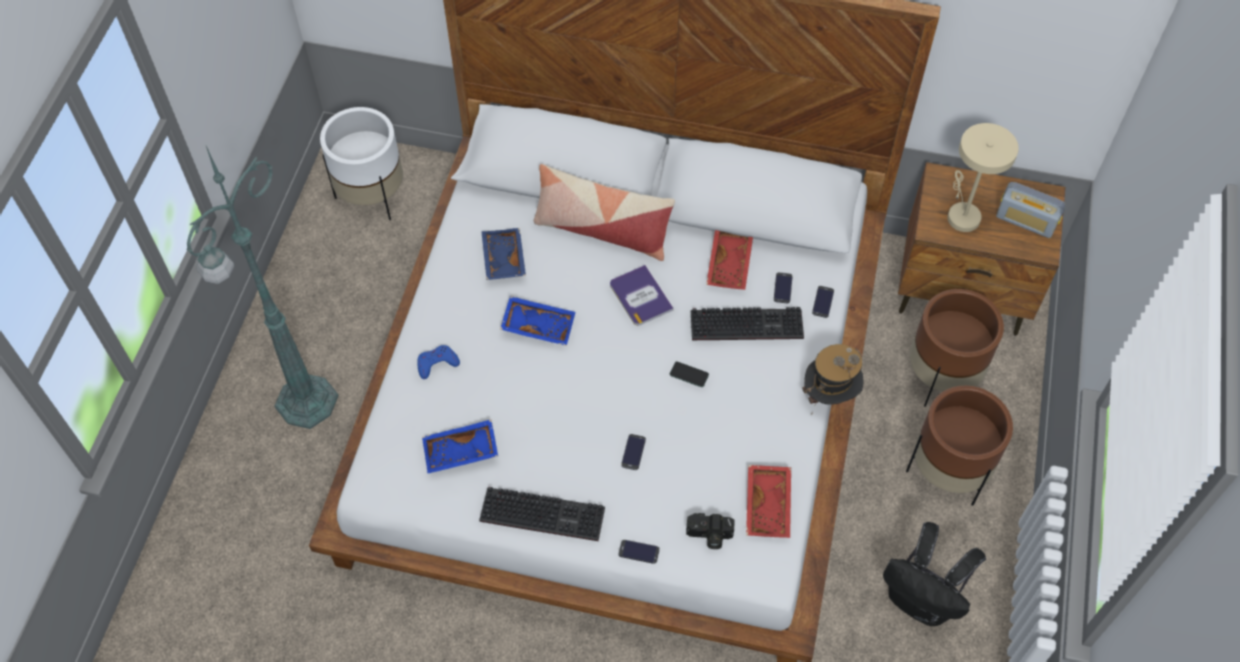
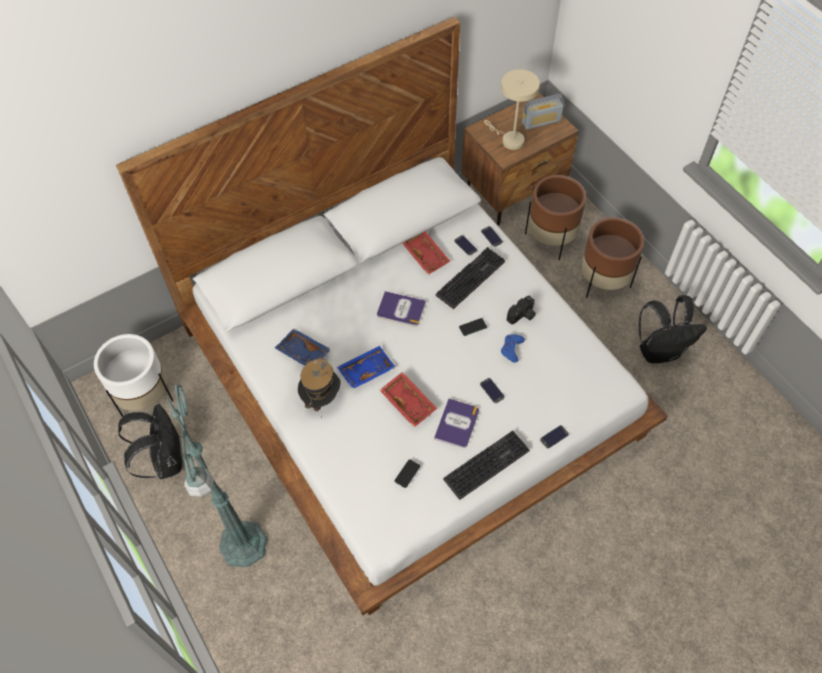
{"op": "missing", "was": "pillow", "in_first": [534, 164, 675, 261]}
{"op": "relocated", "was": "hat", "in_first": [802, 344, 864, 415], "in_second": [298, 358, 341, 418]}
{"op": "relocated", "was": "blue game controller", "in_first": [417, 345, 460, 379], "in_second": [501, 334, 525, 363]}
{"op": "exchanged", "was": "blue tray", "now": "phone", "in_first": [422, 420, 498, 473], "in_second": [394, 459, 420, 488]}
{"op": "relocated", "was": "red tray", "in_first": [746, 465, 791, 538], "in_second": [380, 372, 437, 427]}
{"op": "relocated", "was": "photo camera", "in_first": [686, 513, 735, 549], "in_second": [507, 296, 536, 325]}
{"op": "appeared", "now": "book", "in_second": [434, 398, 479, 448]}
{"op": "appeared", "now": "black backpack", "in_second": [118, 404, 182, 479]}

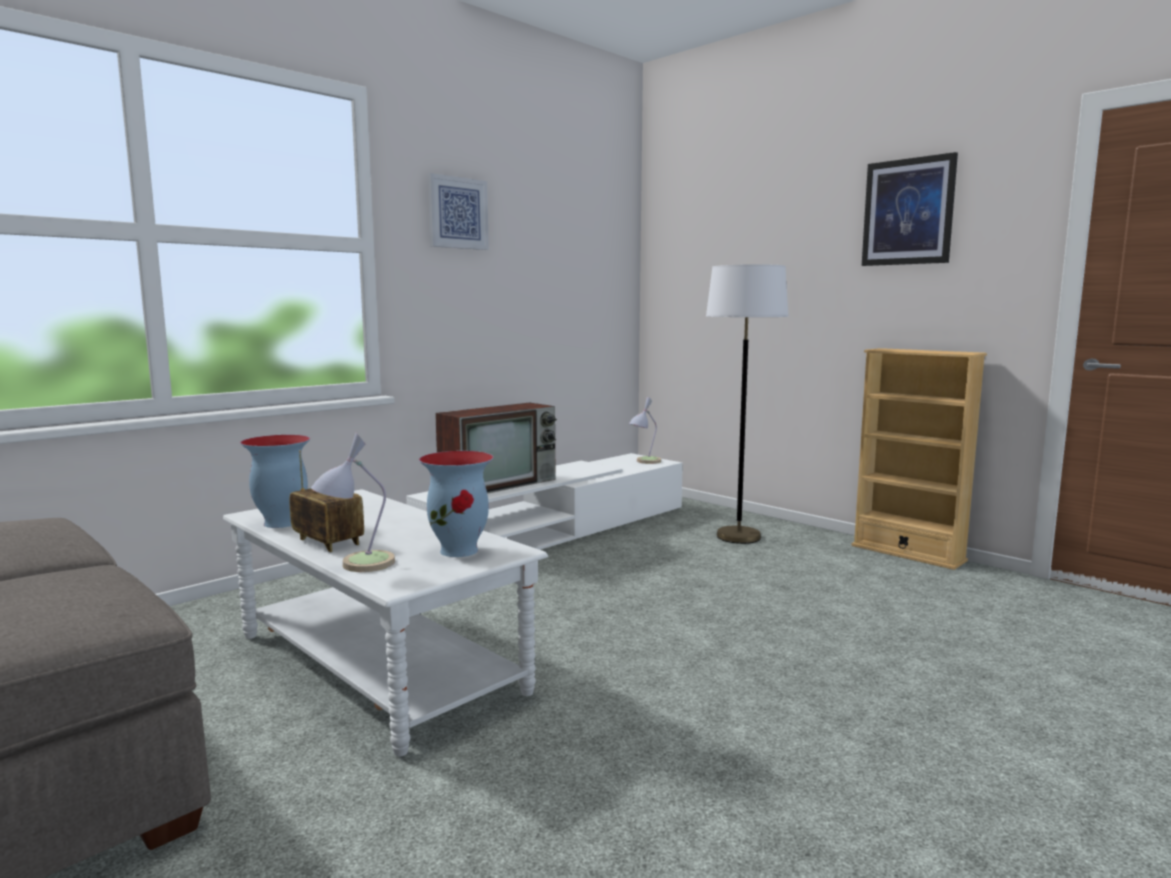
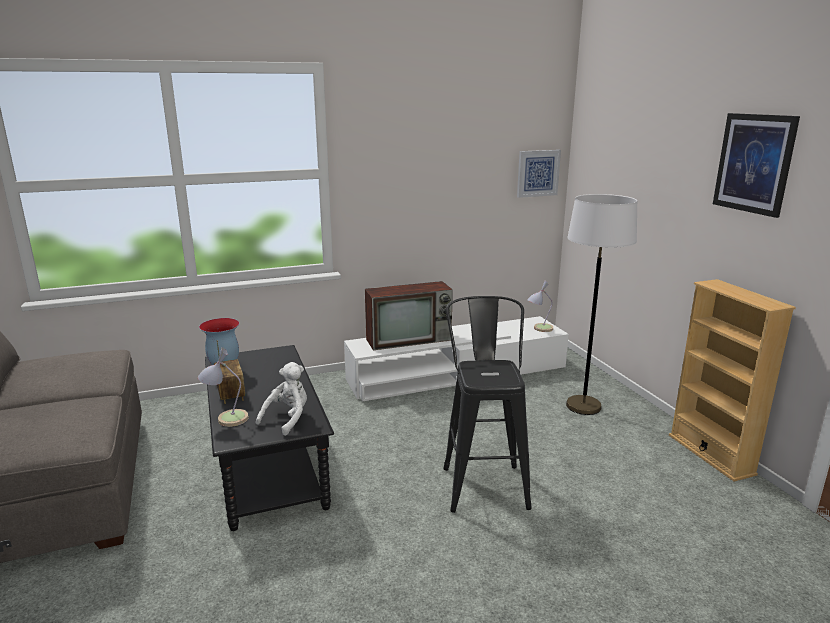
{"op": "relocated", "was": "picture", "in_first": [427, 173, 489, 250], "in_second": [517, 150, 561, 198]}
{"op": "exchanged", "was": "vase", "now": "white plush toy", "in_first": [419, 451, 493, 557], "in_second": [256, 362, 307, 436]}
{"op": "colour", "was": "white coffee table", "now": "black coffee table", "in_first": [223, 489, 548, 756], "in_second": [205, 345, 334, 531]}
{"op": "appeared", "now": "black stool", "in_second": [443, 296, 532, 513]}

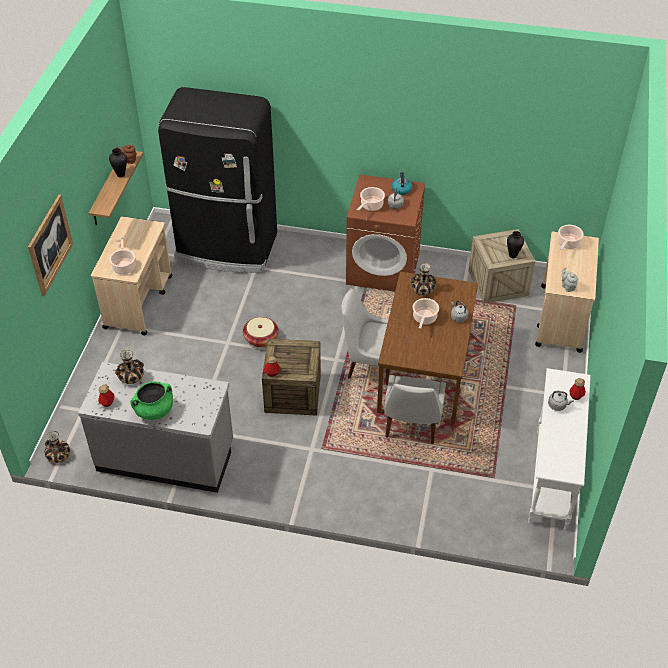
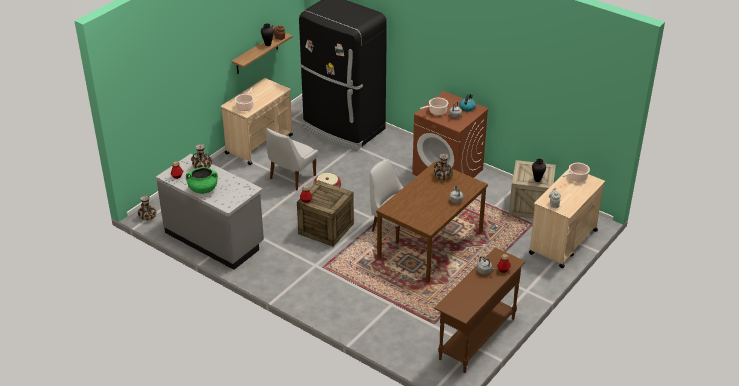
{"op": "missing", "was": "picture", "in_first": [28, 195, 73, 296]}
{"op": "missing", "was": "cooking pot", "in_first": [413, 298, 439, 329]}
{"op": "colour", "was": "white console table", "now": "brown console table", "in_first": [528, 368, 591, 530], "in_second": [434, 247, 526, 373]}
{"op": "relocated", "was": "white chair", "in_first": [384, 375, 446, 444], "in_second": [266, 128, 318, 190]}

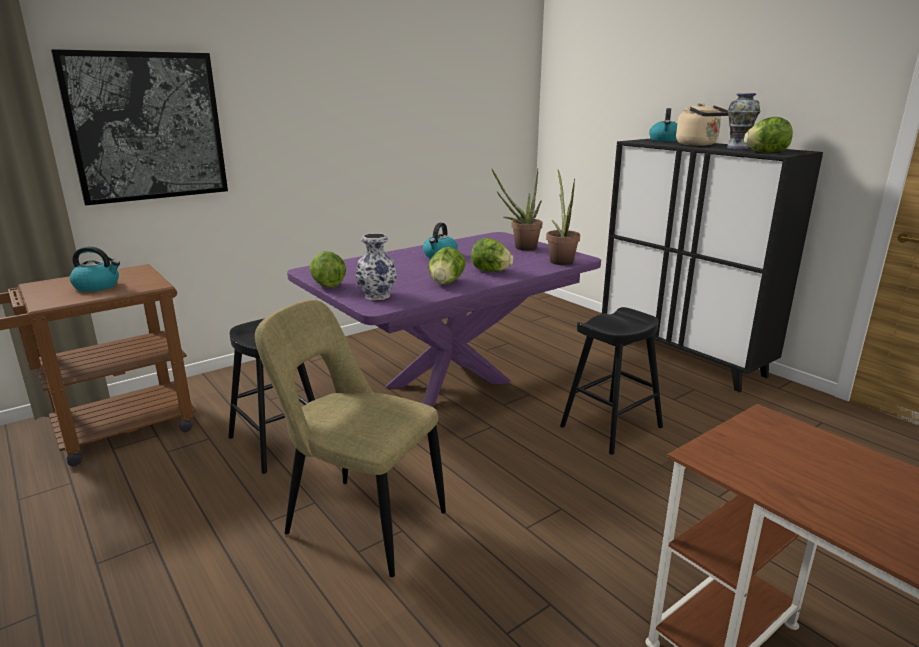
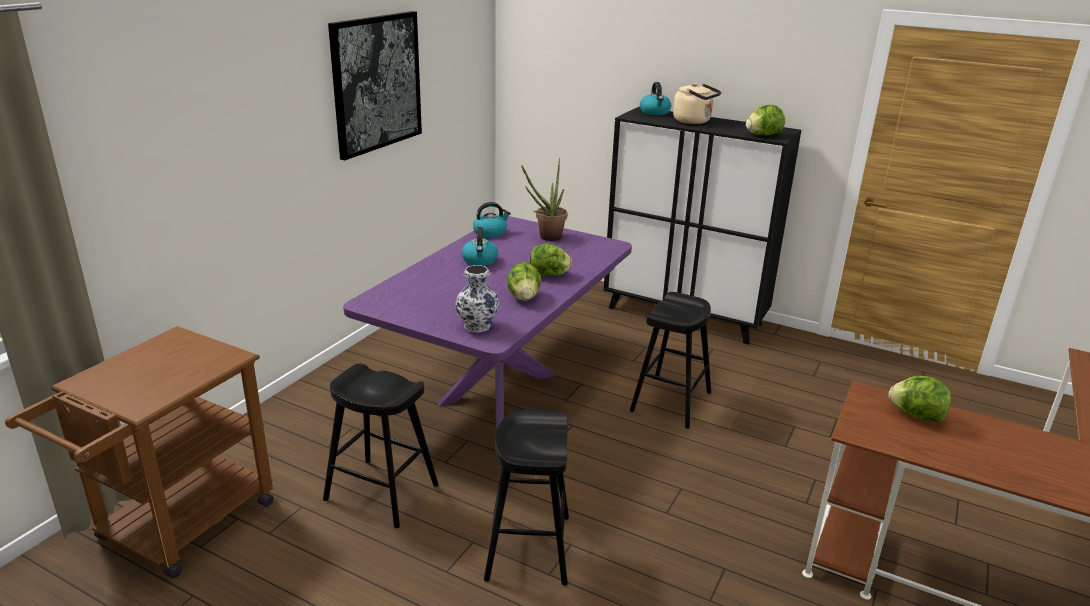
{"op": "relocated", "was": "picture", "in_first": [51, 49, 228, 205], "in_second": [328, 11, 422, 160]}
{"op": "missing", "was": "vase", "in_first": [727, 93, 760, 149]}
{"op": "missing", "was": "potted plant", "in_first": [546, 170, 580, 265]}
{"op": "relocated", "was": "kettle", "in_first": [70, 246, 120, 292], "in_second": [473, 202, 511, 238]}
{"op": "relocated", "was": "lettuce", "in_first": [310, 251, 346, 288], "in_second": [888, 376, 951, 422]}
{"op": "exchanged", "was": "beige chair", "now": "black stool", "in_first": [255, 300, 446, 577], "in_second": [484, 409, 569, 586]}

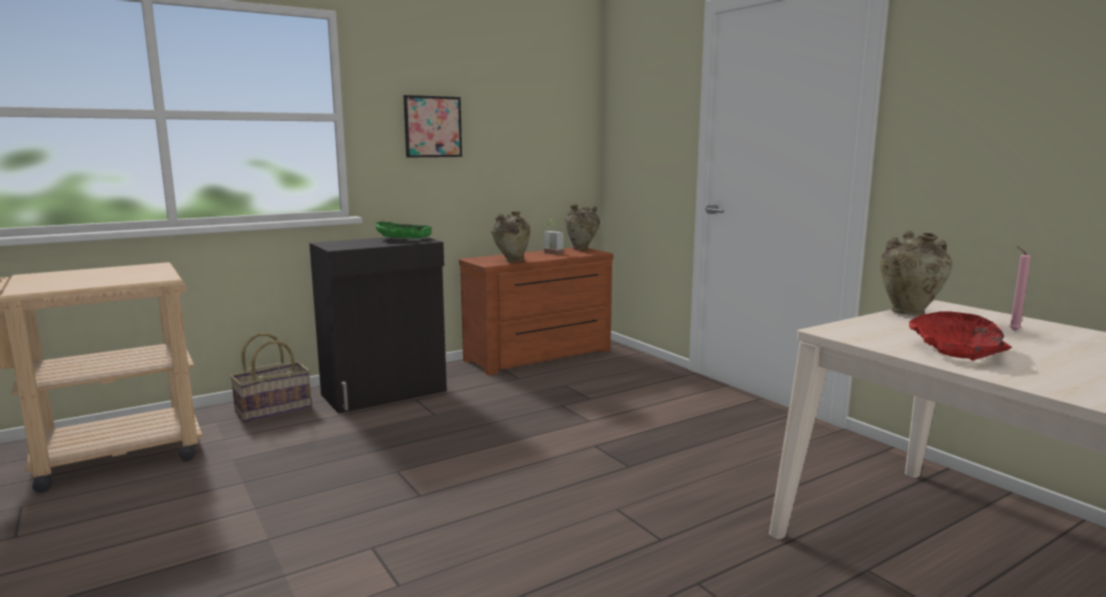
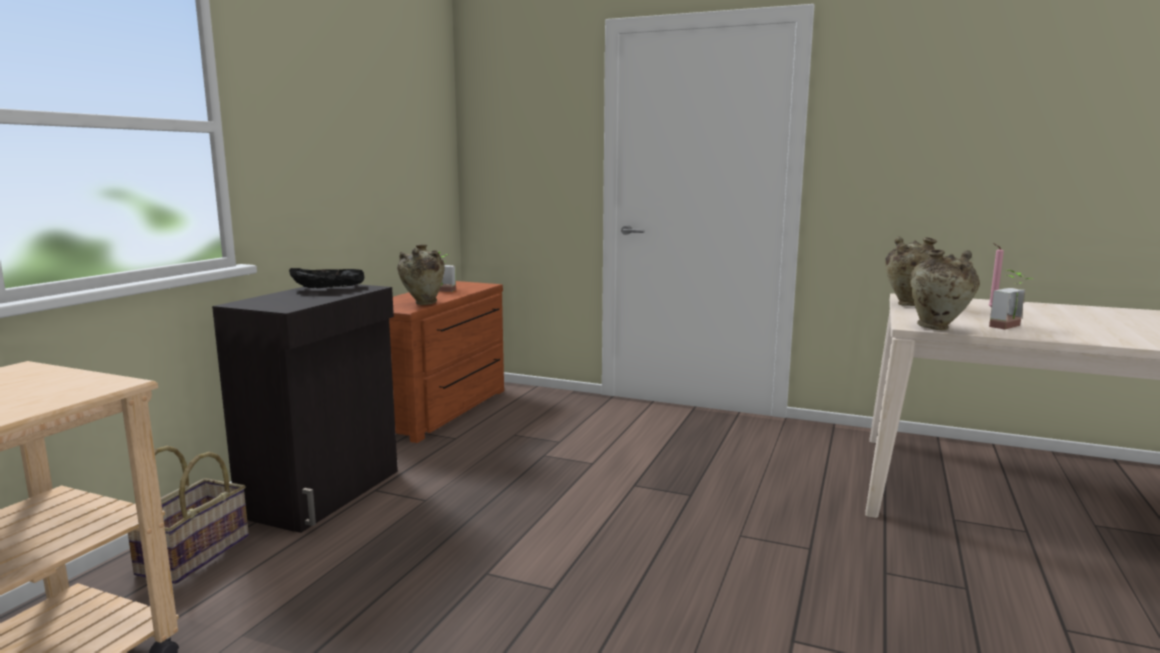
{"op": "missing", "was": "picture", "in_first": [403, 95, 462, 158]}
{"op": "relocated", "was": "beige vase", "in_first": [565, 204, 600, 250], "in_second": [910, 249, 980, 330]}
{"op": "colour", "was": "green bowl", "now": "black bowl", "in_first": [376, 222, 432, 239], "in_second": [289, 268, 364, 288]}
{"op": "exchanged", "was": "red bowl", "now": "potted plant", "in_first": [909, 311, 1012, 361], "in_second": [989, 270, 1033, 330]}

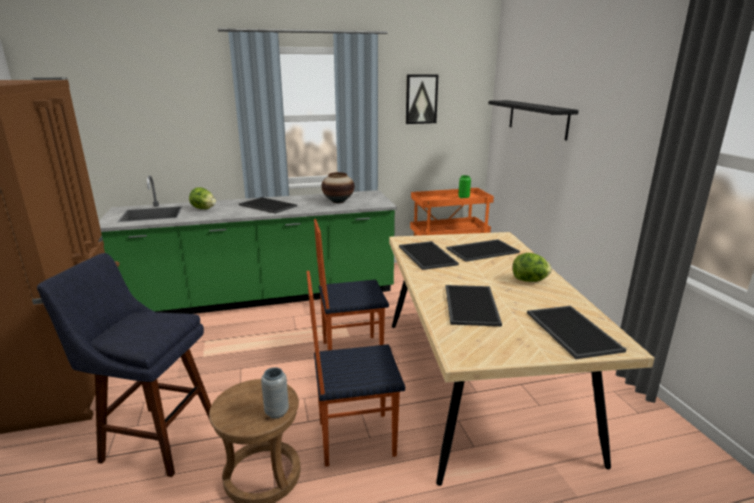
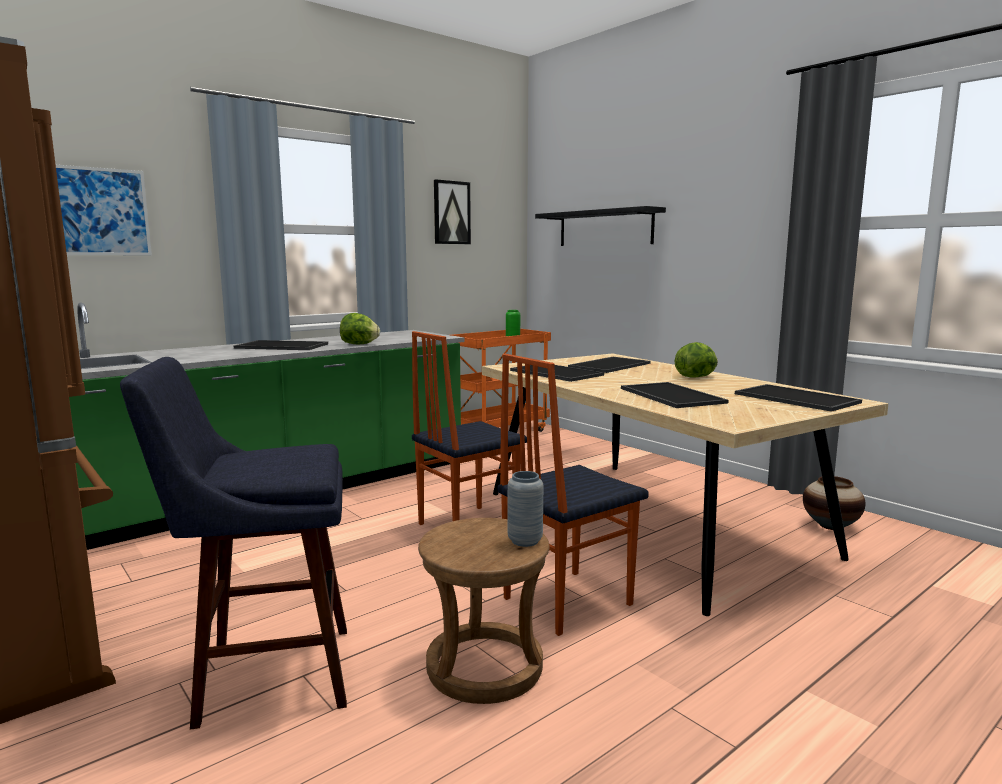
{"op": "relocated", "was": "vase", "in_first": [321, 172, 354, 203], "in_second": [803, 476, 866, 530]}
{"op": "relocated", "was": "lettuce", "in_first": [189, 187, 216, 209], "in_second": [340, 313, 380, 344]}
{"op": "appeared", "now": "picture", "in_second": [56, 165, 152, 255]}

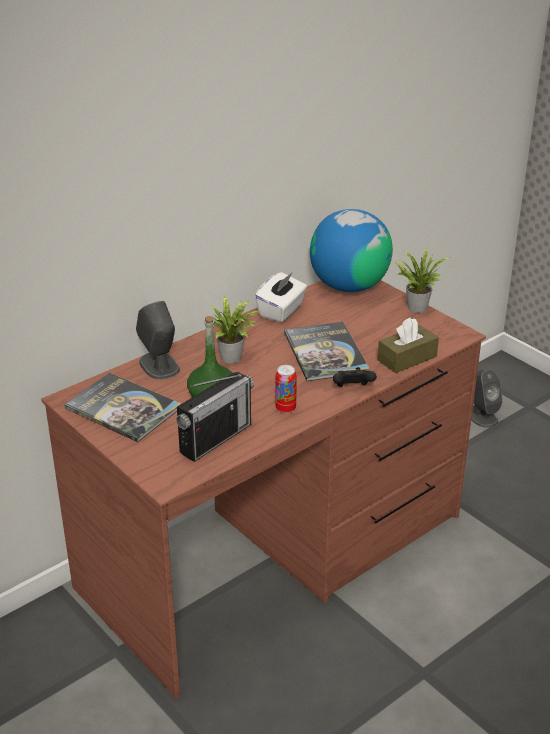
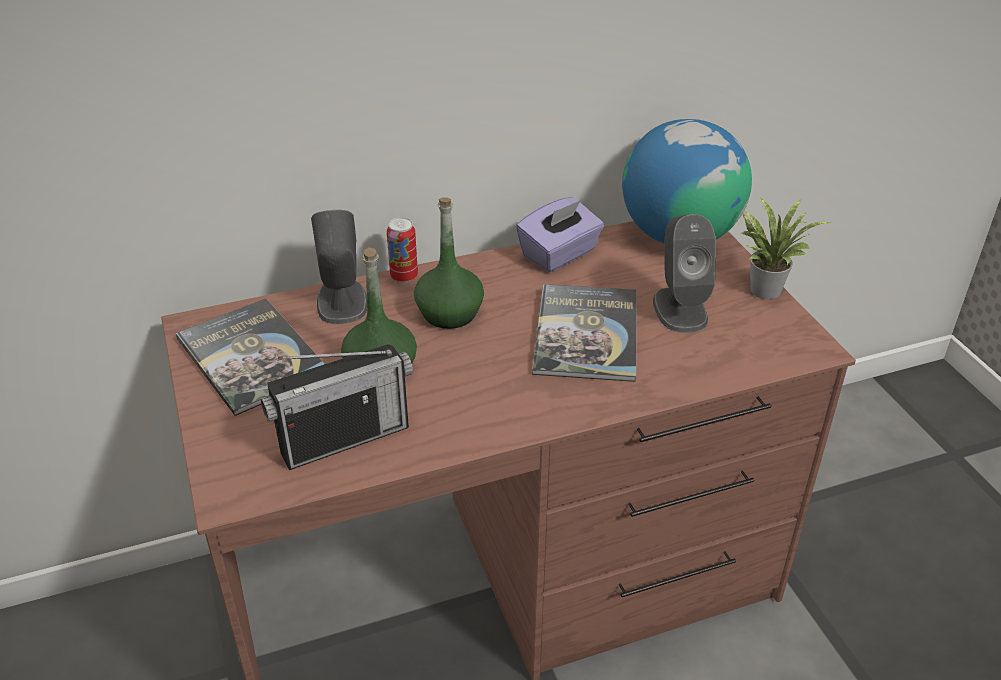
{"op": "colour", "was": "white tissue box", "now": "purple tissue box", "in_first": [255, 272, 307, 323], "in_second": [516, 197, 604, 272]}
{"op": "exchanged", "was": "potted plant", "now": "green bottle", "in_first": [210, 295, 260, 363], "in_second": [414, 197, 484, 329]}
{"op": "missing", "was": "brown tissue box", "in_first": [378, 318, 439, 373]}
{"op": "relocated", "was": "can", "in_first": [275, 365, 297, 414], "in_second": [387, 217, 418, 283]}
{"op": "missing", "was": "black game controller", "in_first": [333, 367, 377, 387]}
{"op": "relocated", "was": "grey speaker", "in_first": [471, 369, 503, 428], "in_second": [653, 214, 716, 333]}

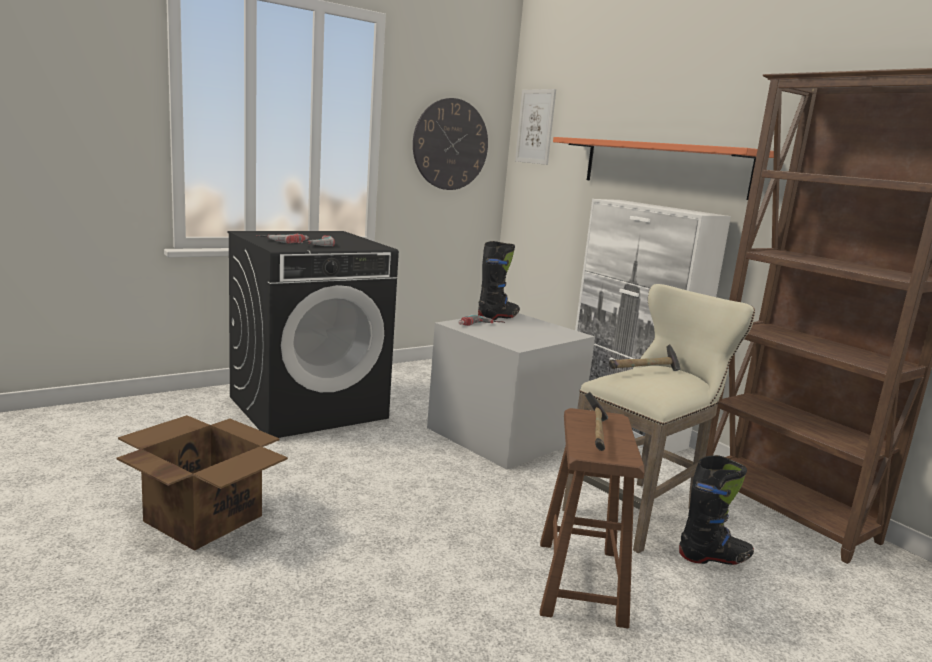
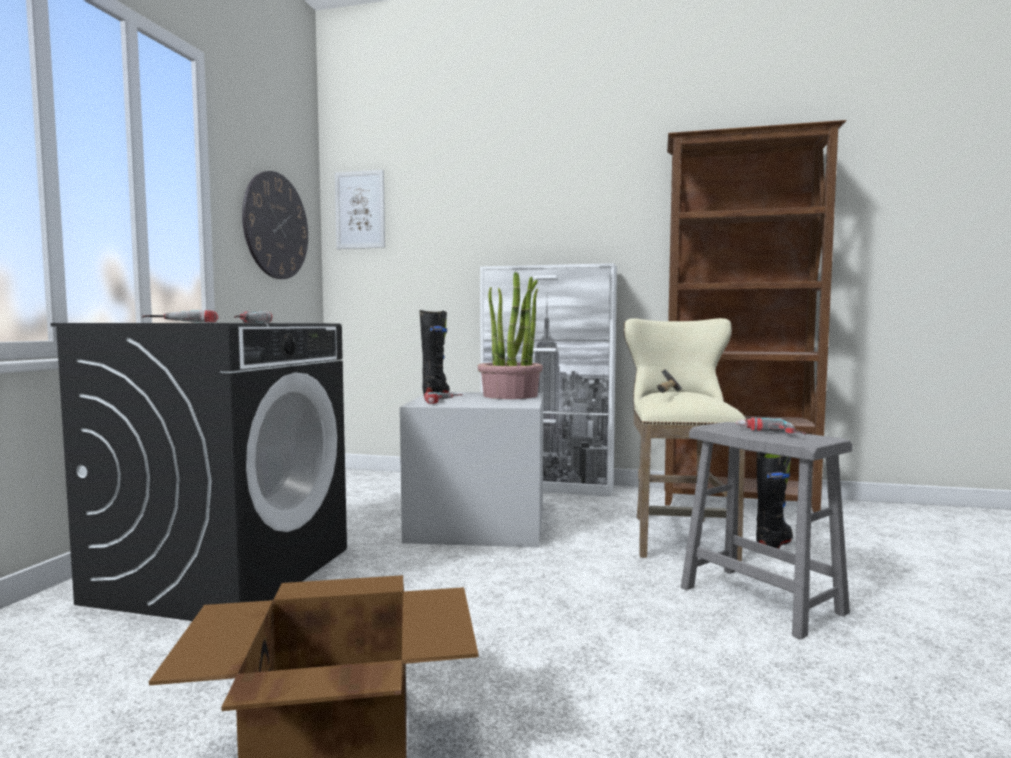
{"op": "missing", "was": "orange shelf", "in_first": [553, 137, 774, 200]}
{"op": "exchanged", "was": "hammer", "now": "power drill", "in_first": [585, 392, 608, 451], "in_second": [735, 418, 806, 435]}
{"op": "colour", "was": "brown stool", "now": "grey stool", "in_first": [540, 408, 645, 628], "in_second": [681, 422, 853, 640]}
{"op": "appeared", "now": "potted plant", "in_second": [478, 272, 543, 399]}

